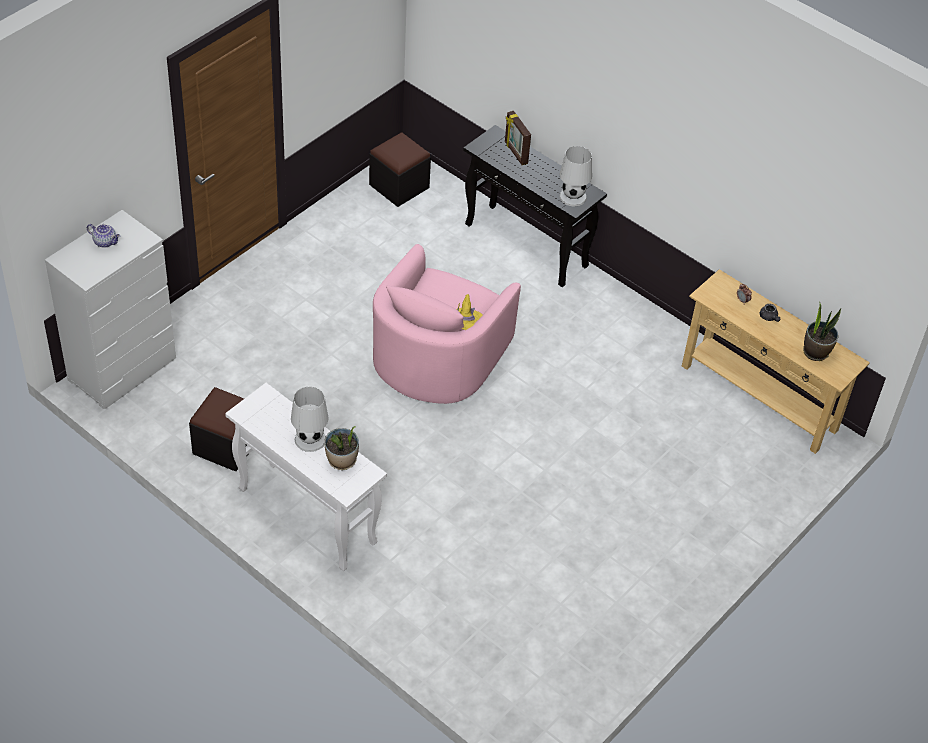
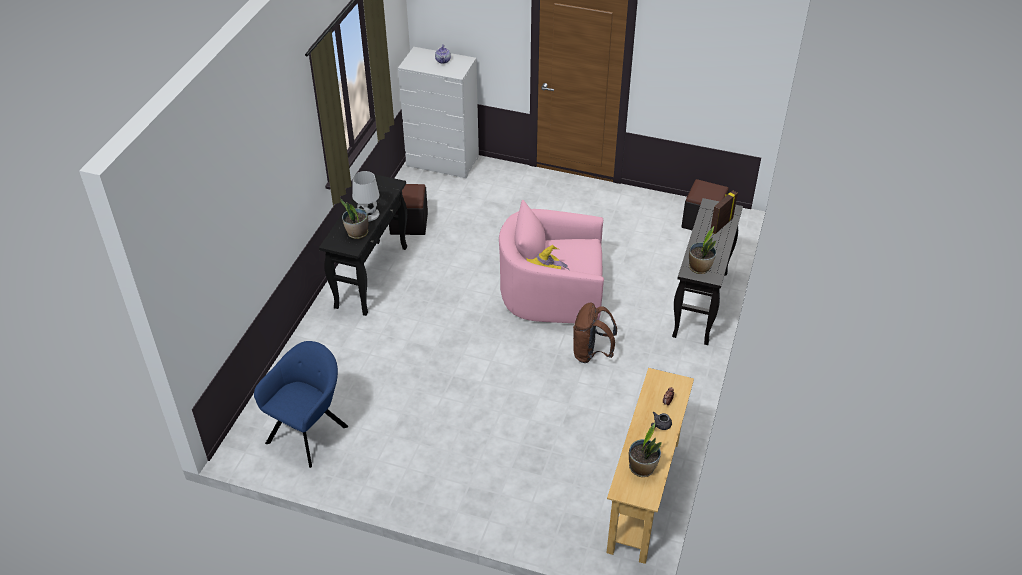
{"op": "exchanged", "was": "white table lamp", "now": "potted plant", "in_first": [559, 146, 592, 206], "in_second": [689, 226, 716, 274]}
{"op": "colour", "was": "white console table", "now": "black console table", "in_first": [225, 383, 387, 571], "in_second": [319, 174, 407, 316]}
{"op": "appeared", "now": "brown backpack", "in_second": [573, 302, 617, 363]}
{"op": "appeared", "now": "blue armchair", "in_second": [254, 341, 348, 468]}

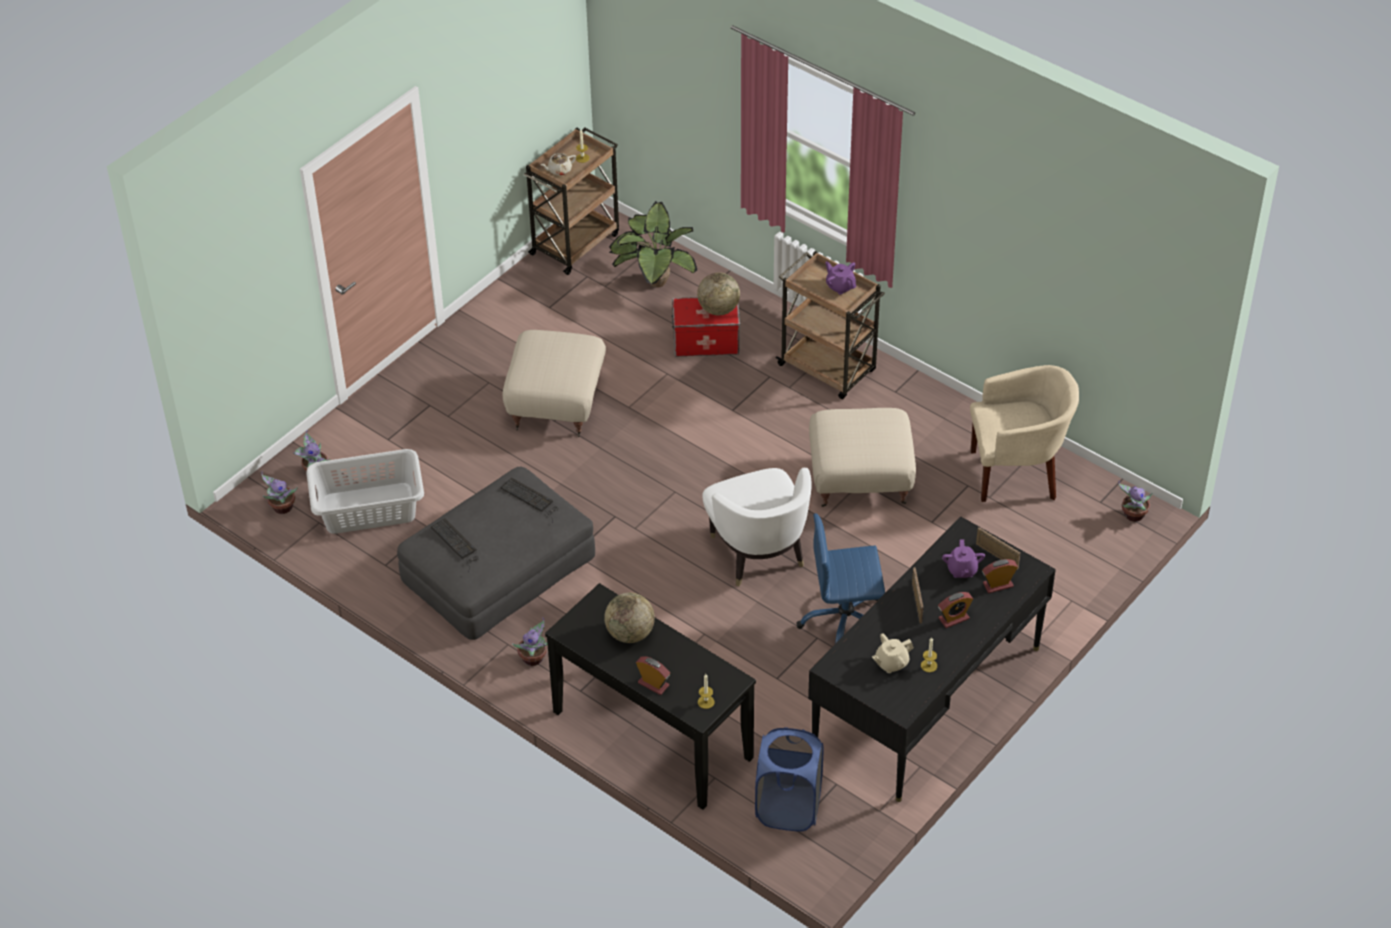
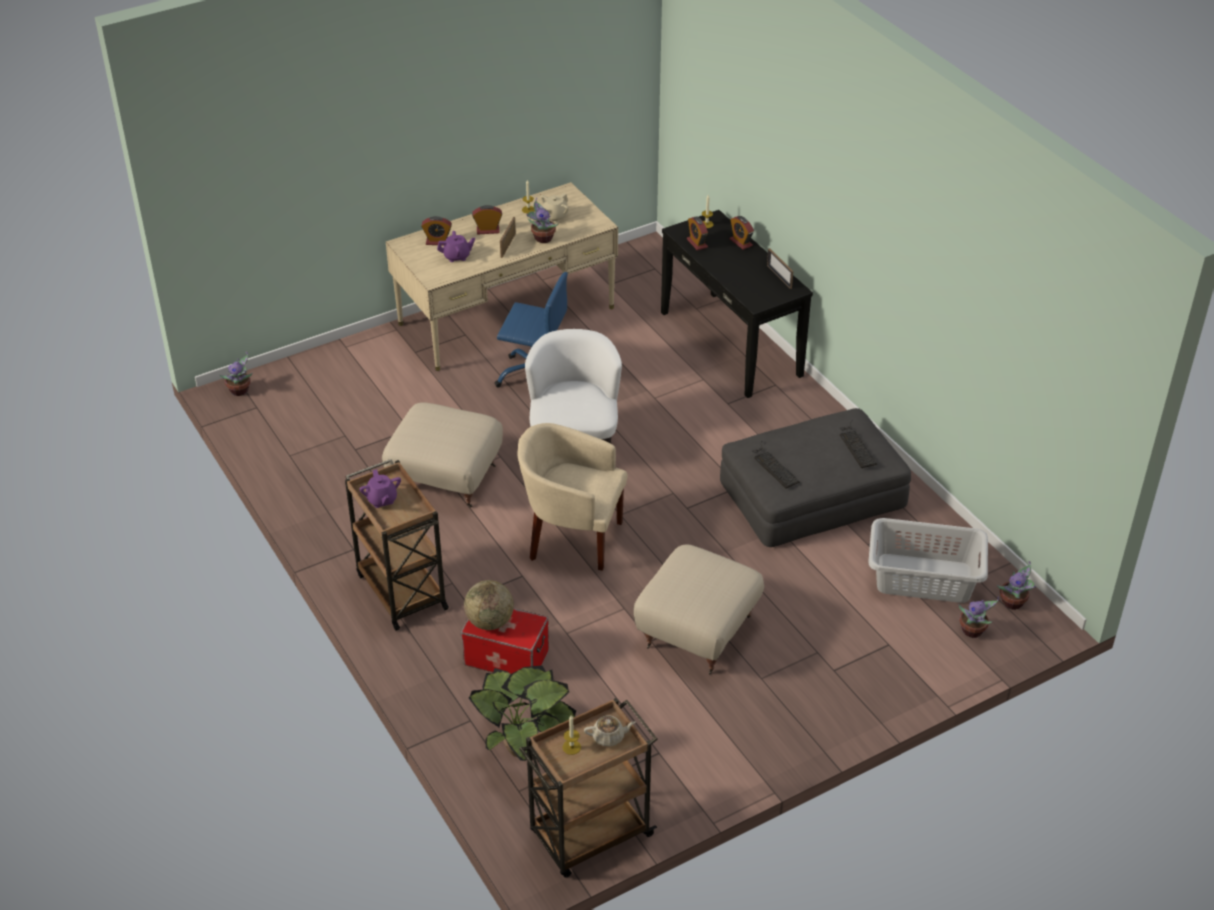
{"op": "relocated", "was": "beige armchair", "in_first": [970, 365, 1079, 502], "in_second": [517, 423, 628, 571]}
{"op": "colour", "was": "black desk", "now": "beige desk", "in_first": [808, 516, 1056, 802], "in_second": [386, 182, 618, 371]}
{"op": "relocated", "was": "picture frame", "in_first": [976, 527, 1021, 570], "in_second": [767, 248, 793, 289]}
{"op": "spun", "was": "purple teapot", "in_first": [942, 540, 985, 578], "in_second": [437, 231, 475, 262], "clockwise": 60}
{"op": "missing", "was": "globe", "in_first": [604, 593, 655, 643]}
{"op": "relocated", "was": "potted plant", "in_first": [512, 617, 548, 666], "in_second": [527, 198, 559, 243]}
{"op": "spun", "was": "beige teapot", "in_first": [872, 633, 914, 673], "in_second": [541, 193, 569, 223], "clockwise": 135}
{"op": "missing", "was": "blue laundry basket", "in_first": [755, 727, 823, 832]}
{"op": "appeared", "now": "alarm clock", "in_second": [687, 216, 708, 251]}

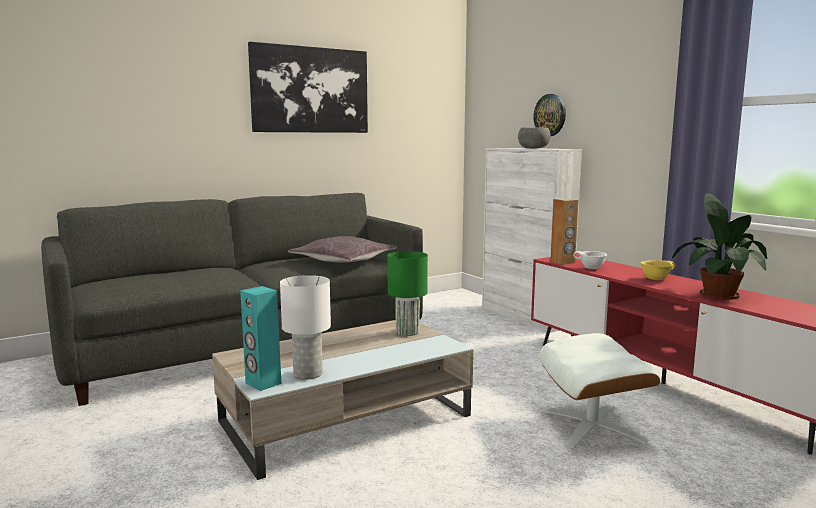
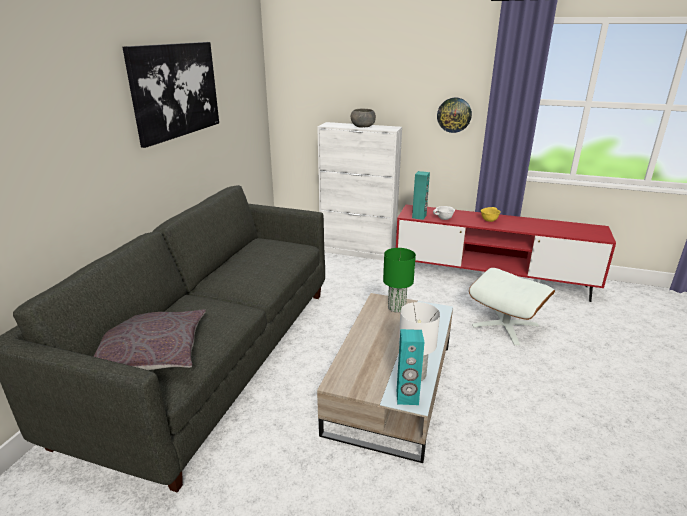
{"op": "relocated", "was": "wall clock", "in_first": [533, 94, 566, 136], "in_second": [437, 97, 472, 133]}
{"op": "missing", "was": "potted plant", "in_first": [672, 193, 767, 300]}
{"op": "colour", "was": "brown speaker", "now": "turquoise speaker", "in_first": [551, 198, 578, 265], "in_second": [412, 171, 430, 220]}
{"op": "relocated", "was": "grey pillow", "in_first": [288, 236, 397, 262], "in_second": [93, 309, 206, 370]}

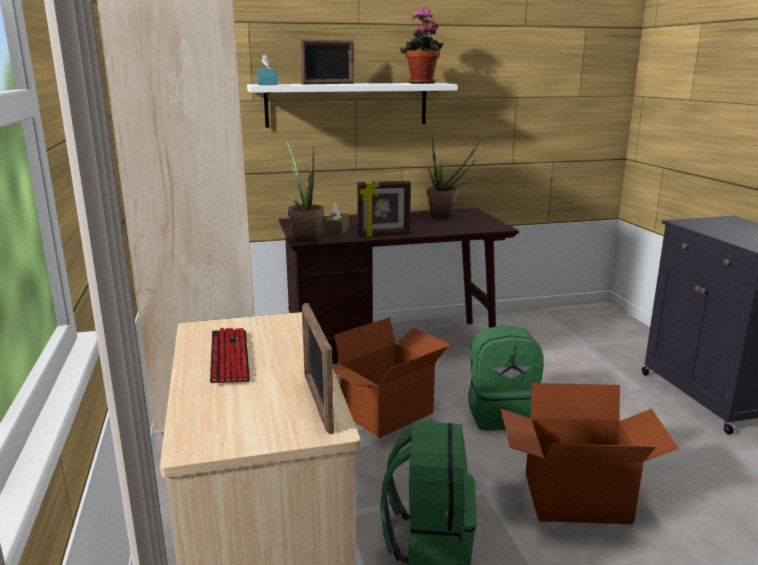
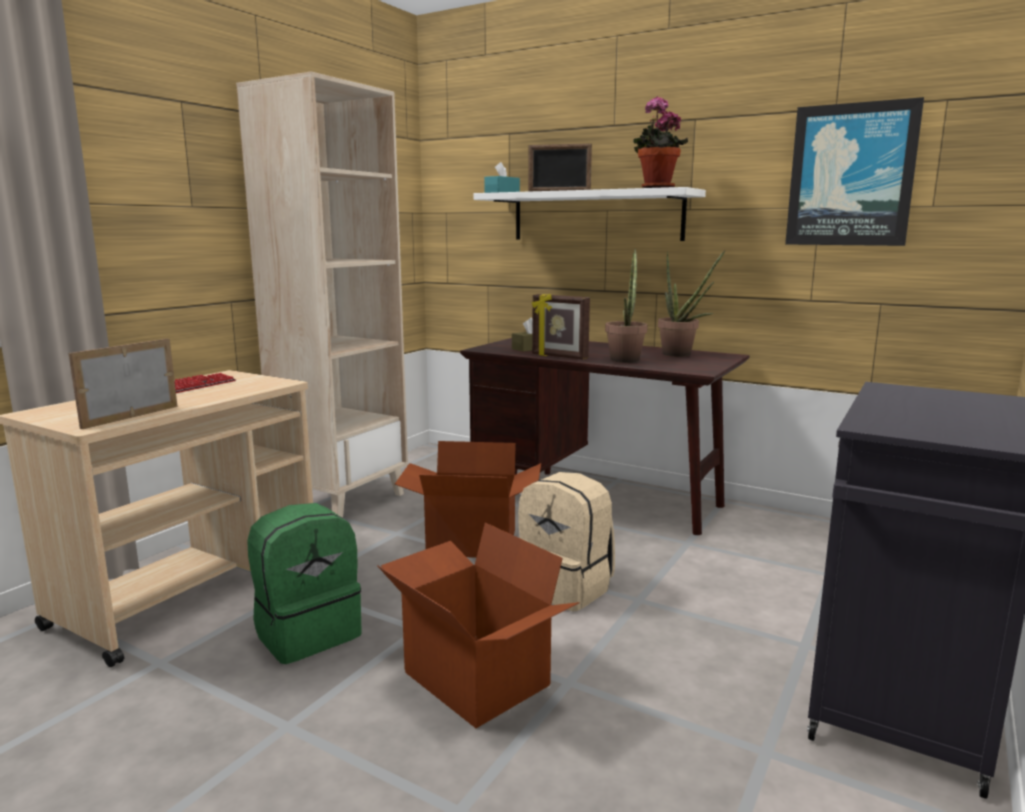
{"op": "relocated", "was": "potted plant", "in_first": [286, 139, 324, 243], "in_second": [605, 249, 648, 363]}
{"op": "colour", "was": "green backpack", "now": "beige backpack", "in_first": [468, 325, 543, 431], "in_second": [518, 472, 615, 611]}
{"op": "appeared", "now": "picture", "in_second": [785, 97, 924, 246]}

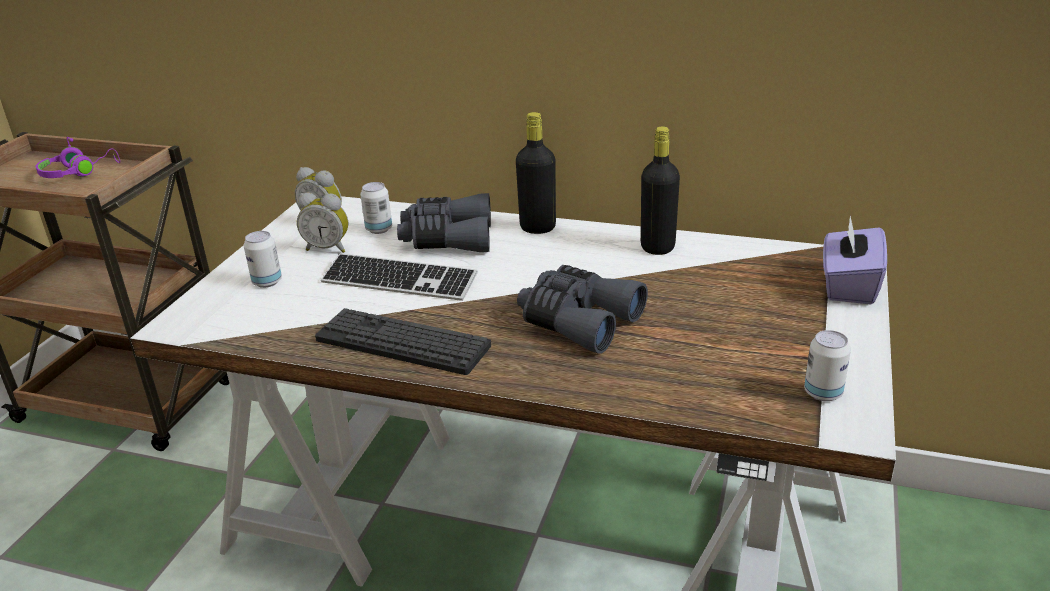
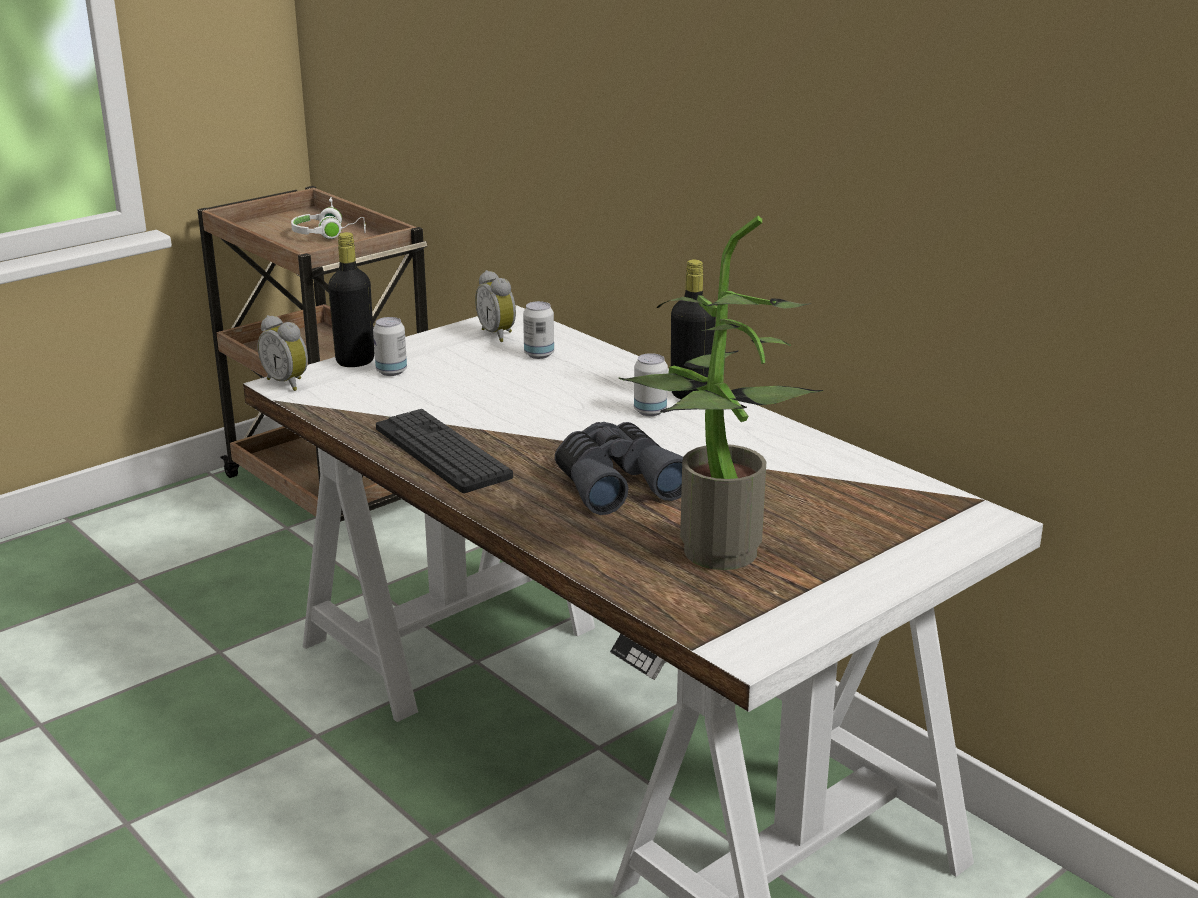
{"op": "relocated", "was": "black bottle", "in_first": [641, 126, 680, 255], "in_second": [328, 232, 374, 367]}
{"op": "colour", "was": "purple headphones", "now": "white headphones", "in_first": [35, 137, 120, 178], "in_second": [291, 197, 366, 239]}
{"op": "relocated", "was": "alarm clock", "in_first": [297, 193, 348, 253], "in_second": [257, 315, 308, 391]}
{"op": "missing", "was": "grey binoculars", "in_first": [397, 193, 491, 252]}
{"op": "missing", "was": "purple tissue box", "in_first": [823, 216, 887, 304]}
{"op": "missing", "was": "keyboard", "in_first": [321, 253, 478, 301]}
{"op": "relocated", "was": "can", "in_first": [804, 330, 851, 401], "in_second": [634, 353, 668, 416]}
{"op": "appeared", "now": "potted plant", "in_second": [619, 216, 823, 570]}

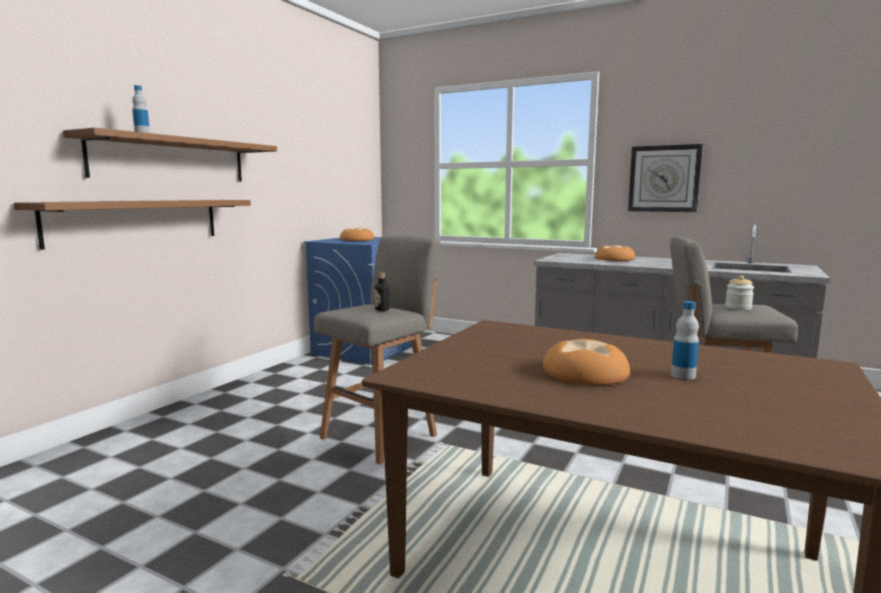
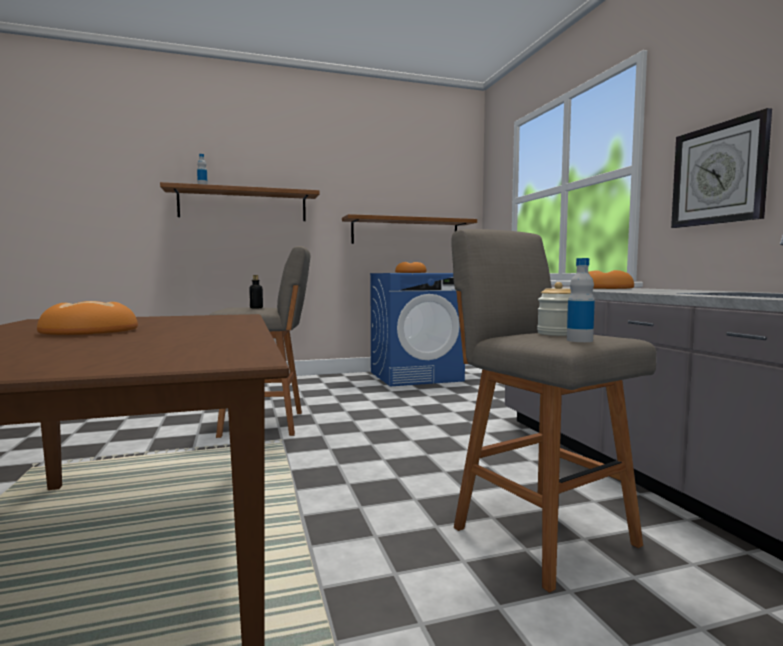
{"op": "relocated", "was": "brown shelf", "in_first": [14, 200, 251, 250], "in_second": [342, 214, 477, 244]}
{"op": "relocated", "was": "bottle", "in_first": [671, 301, 699, 380], "in_second": [567, 258, 595, 342]}

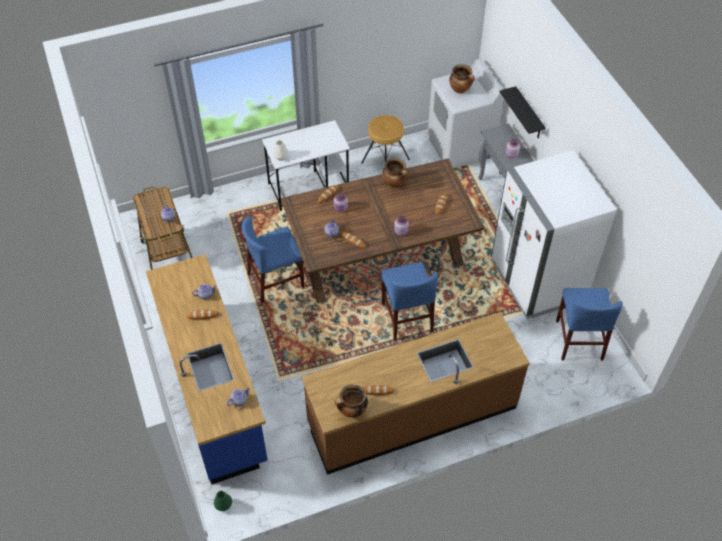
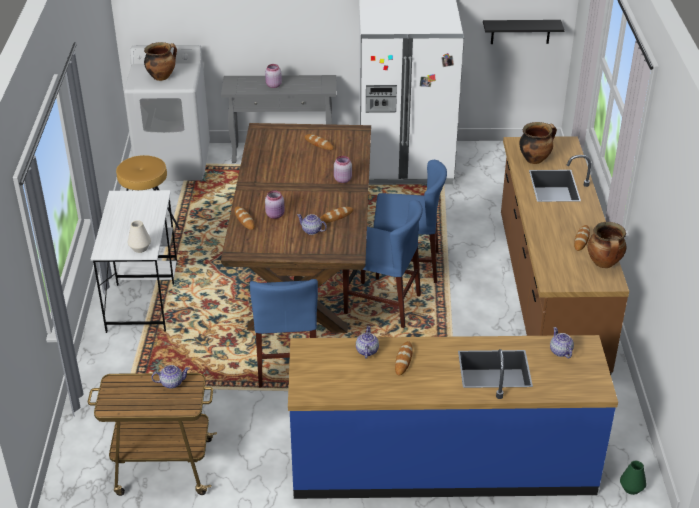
{"op": "relocated", "was": "black shelf", "in_first": [500, 86, 546, 138], "in_second": [483, 20, 565, 44]}
{"op": "relocated", "was": "cooking pot", "in_first": [382, 158, 408, 188], "in_second": [519, 122, 557, 164]}
{"op": "relocated", "was": "blue chair", "in_first": [556, 288, 623, 361], "in_second": [343, 200, 423, 328]}

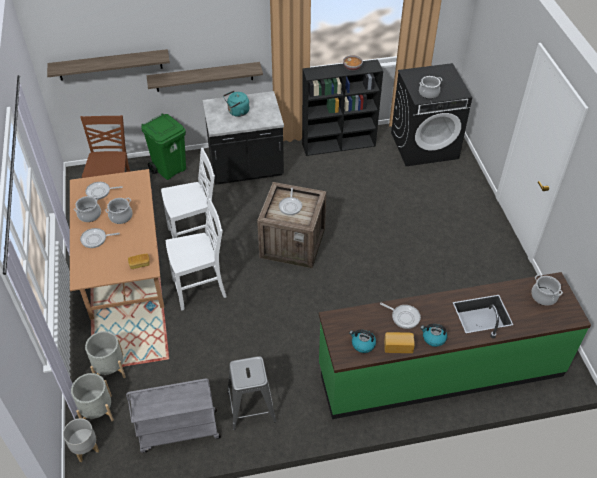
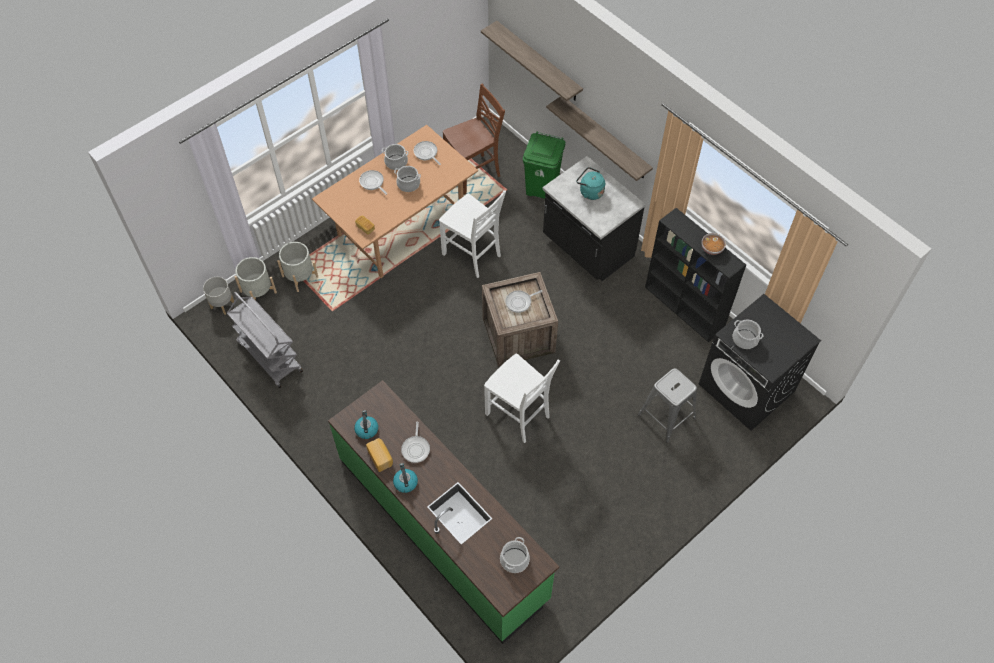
{"op": "relocated", "was": "white chair", "in_first": [166, 198, 227, 311], "in_second": [484, 354, 560, 443]}
{"op": "relocated", "was": "grey stool", "in_first": [227, 356, 276, 430], "in_second": [638, 368, 697, 443]}

